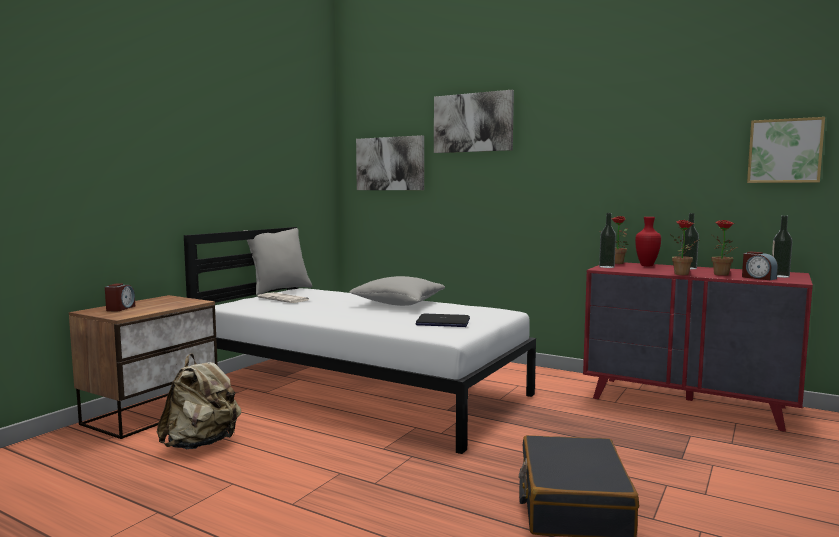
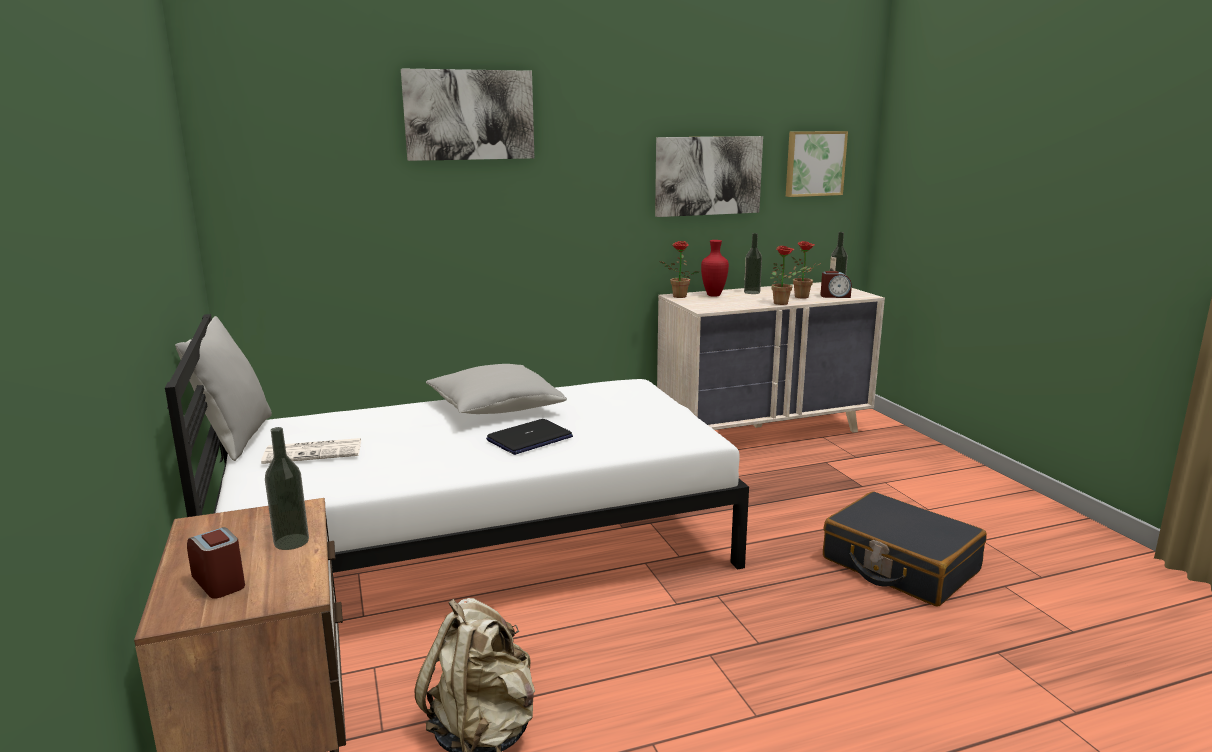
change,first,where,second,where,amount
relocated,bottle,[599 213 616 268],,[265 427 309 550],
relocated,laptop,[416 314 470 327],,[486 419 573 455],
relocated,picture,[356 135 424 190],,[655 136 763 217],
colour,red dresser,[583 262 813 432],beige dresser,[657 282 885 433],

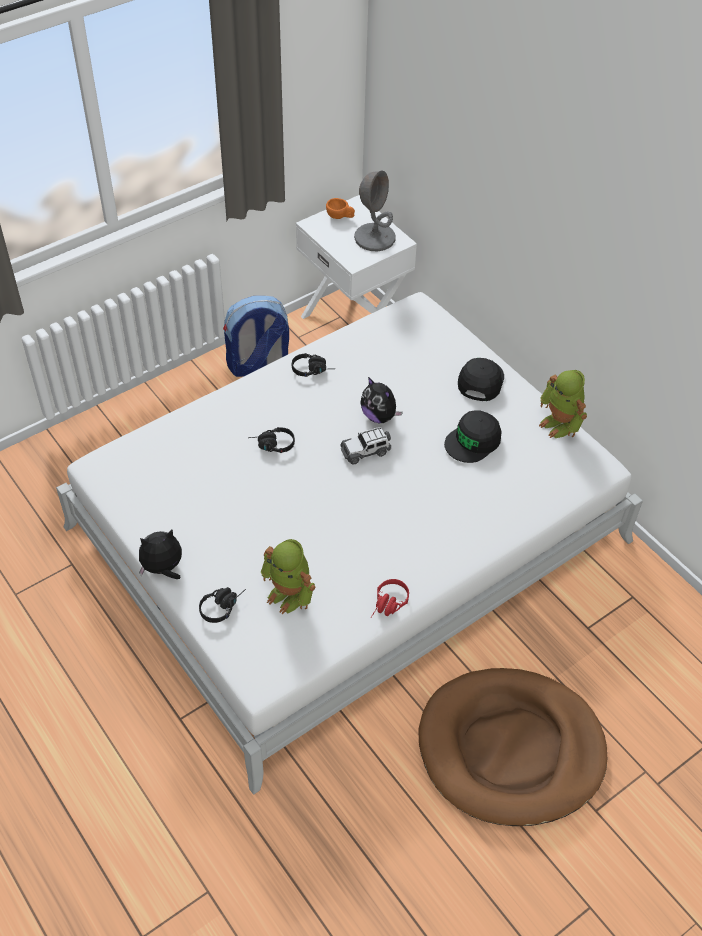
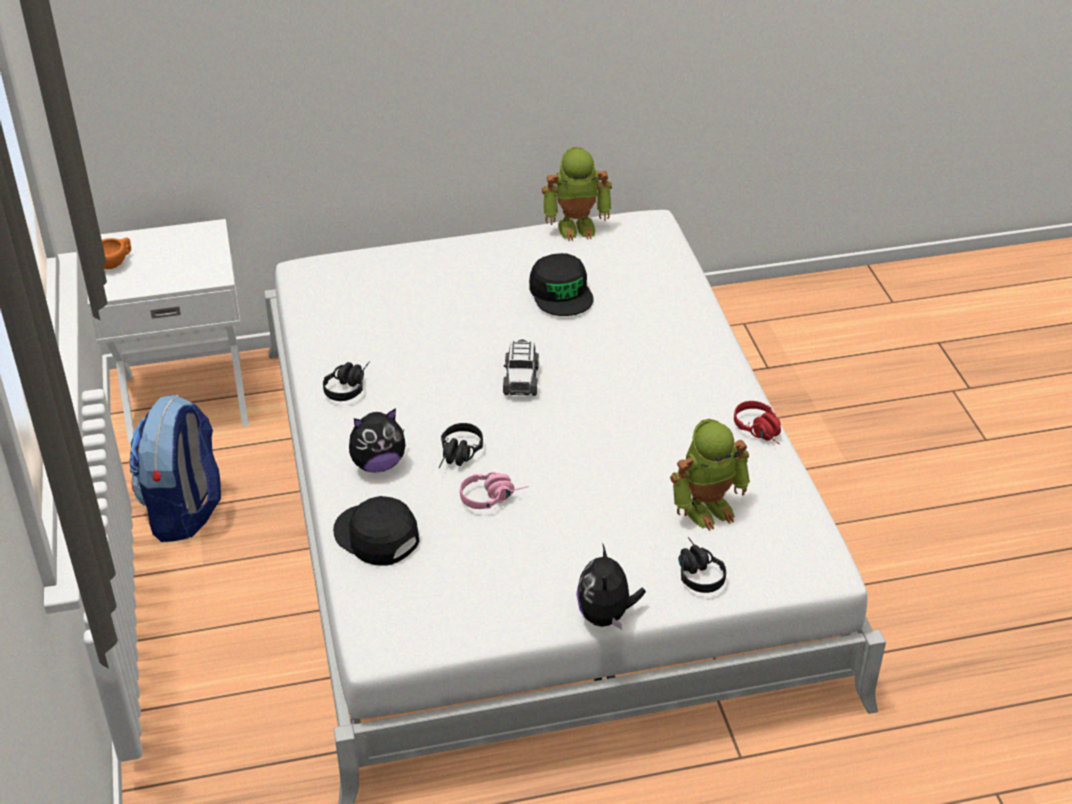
change,first,where,second,where,amount
relocated,black cap,[458 358 504 401],,[333 496 419 566],
relocated,plush toy,[360 377 403 423],,[349 408 406 473],
appeared,,,pink headphones,[460 472 529 509],
missing,grey table lamp,[354 170 396 251],,,
missing,brown dog bed,[418 668 607 826],,,

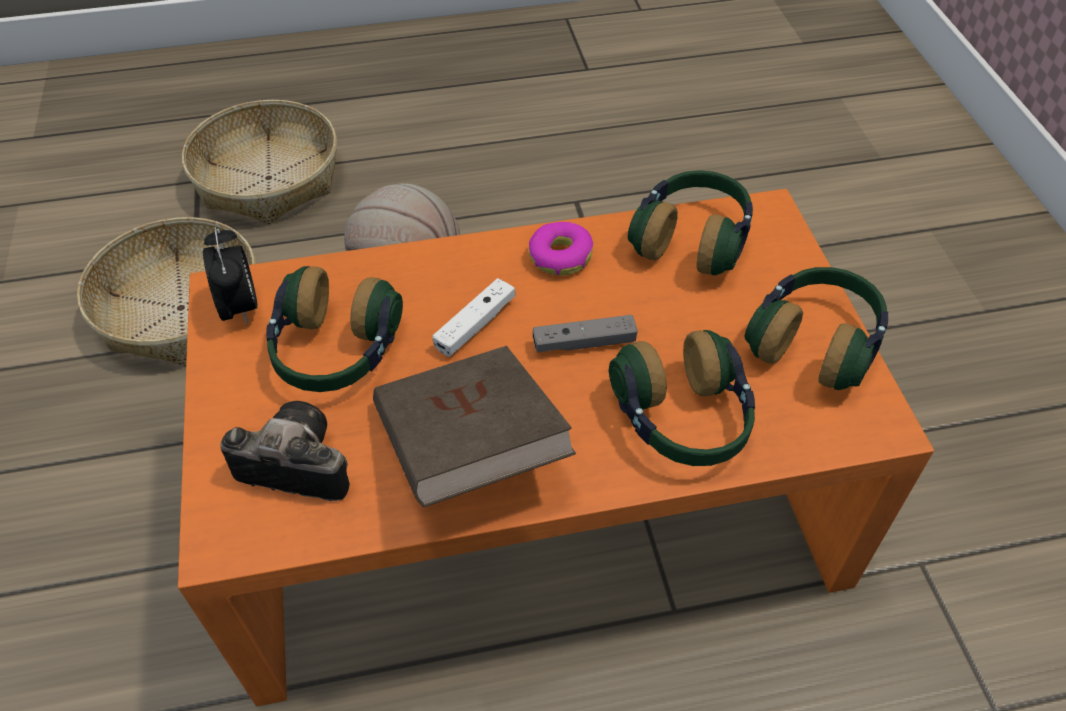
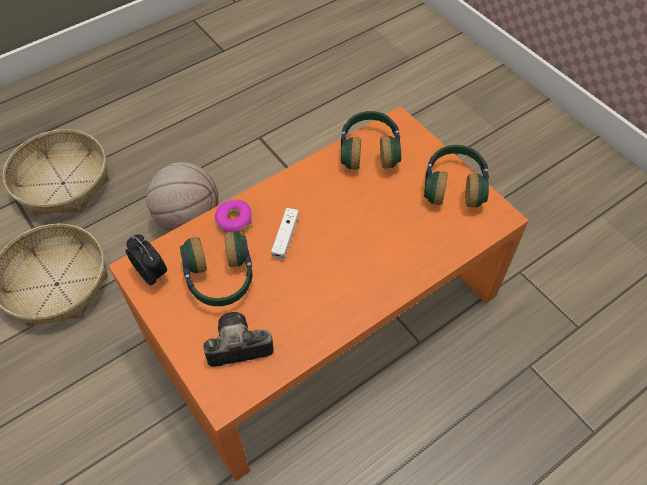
change,first,where,second,where,amount
relocated,donut,[529 222 593 276],,[215 200 252 233],
missing,brown book,[373 346 576 507],,,
missing,grey game controller,[533 315 638 353],,,
missing,headphones,[609 330 755 466],,,

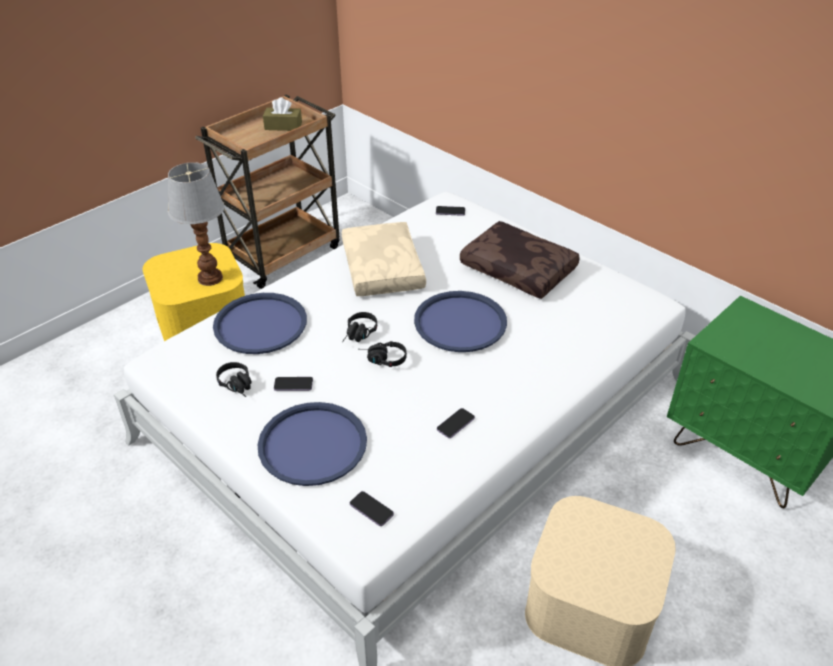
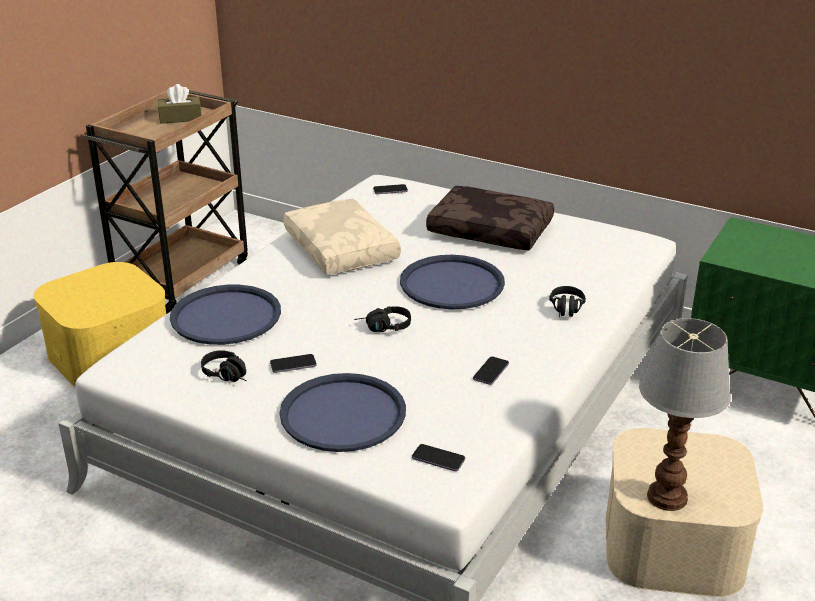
change,first,where,second,where,amount
relocated,black headphones,[342 312 377 342],,[549 286 586 317],
relocated,table lamp,[168 162 225 286],,[639 318 731 511],

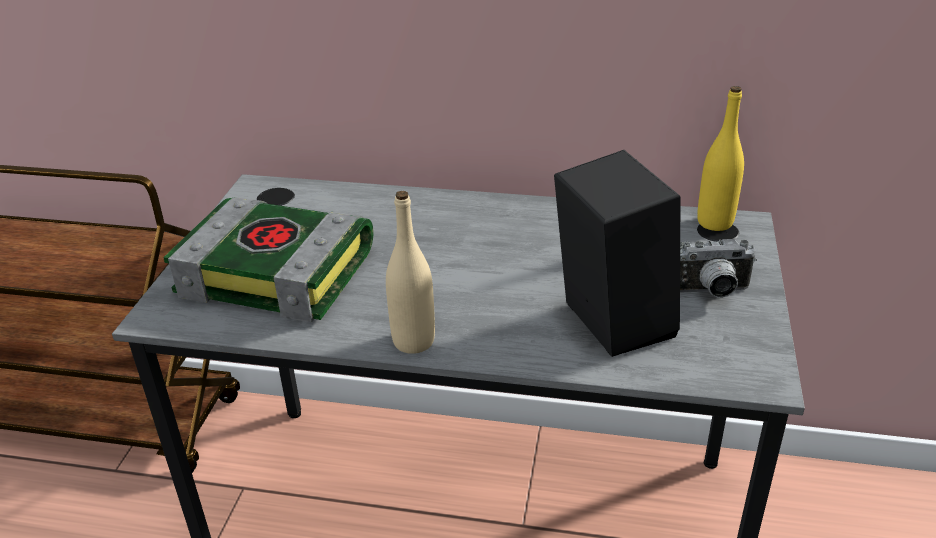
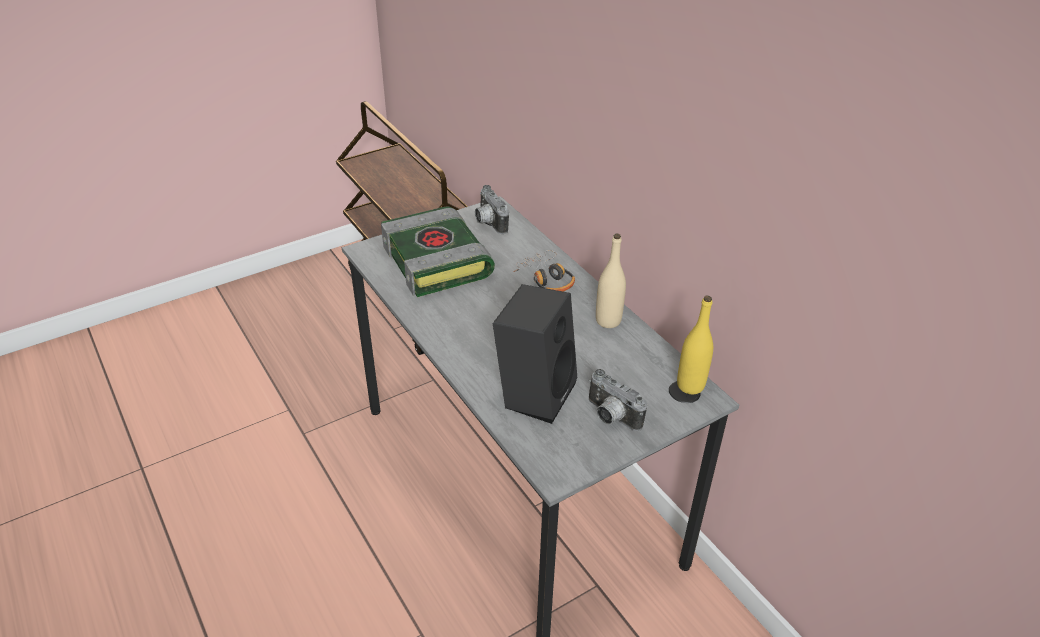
change,first,where,second,where,amount
appeared,,,photo camera,[475 185 509 234],
appeared,,,headphones,[513 250 575 292],
relocated,beige bottle,[386 191 435 354],,[596 233 626 328],

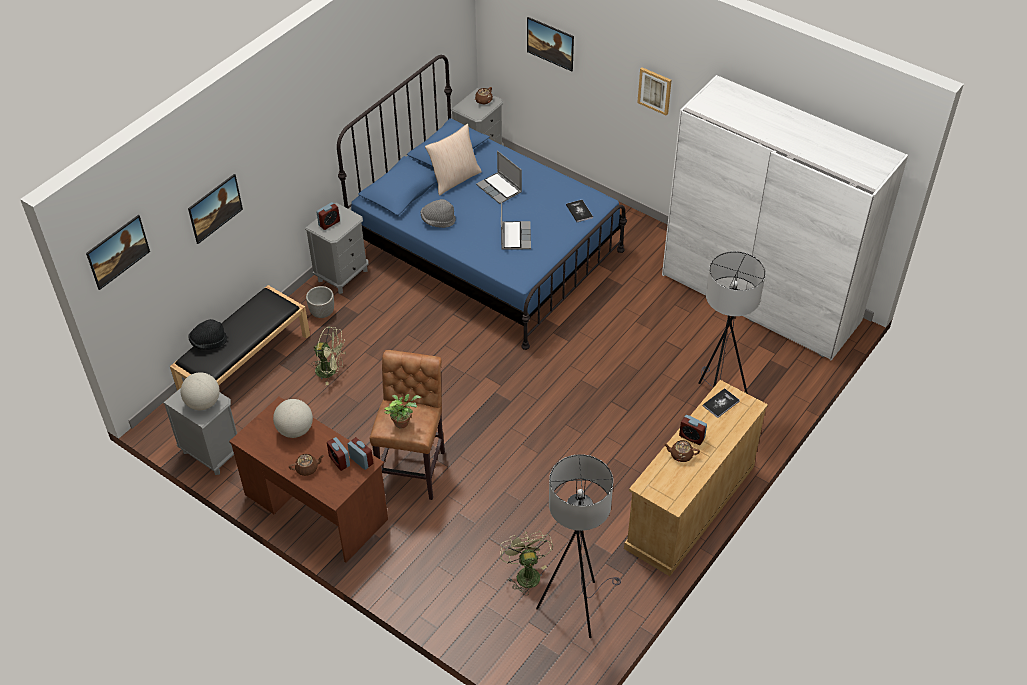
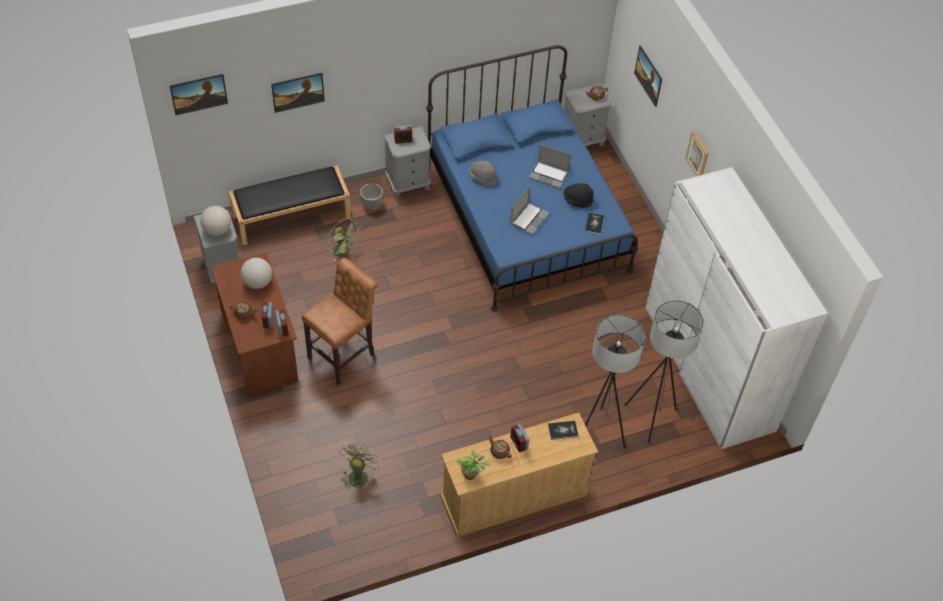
change,first,where,second,where,amount
relocated,potted plant,[384 394 421 429],,[456 450 490 480],
spun,laptop,[476 151 522 204],,[529 144 571 189],60 degrees counterclockwise
relocated,black hat,[188 319 227 350],,[564 183 593 208],
relocated,grey floor lamp,[536 454 621 638],,[625 300 704 443],
missing,beige pillow,[425 124 482 196],,,

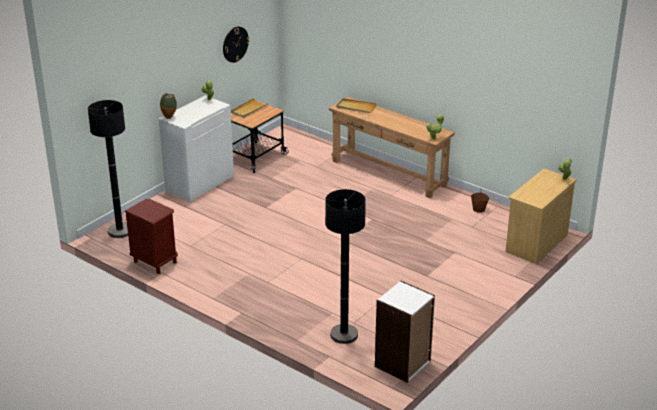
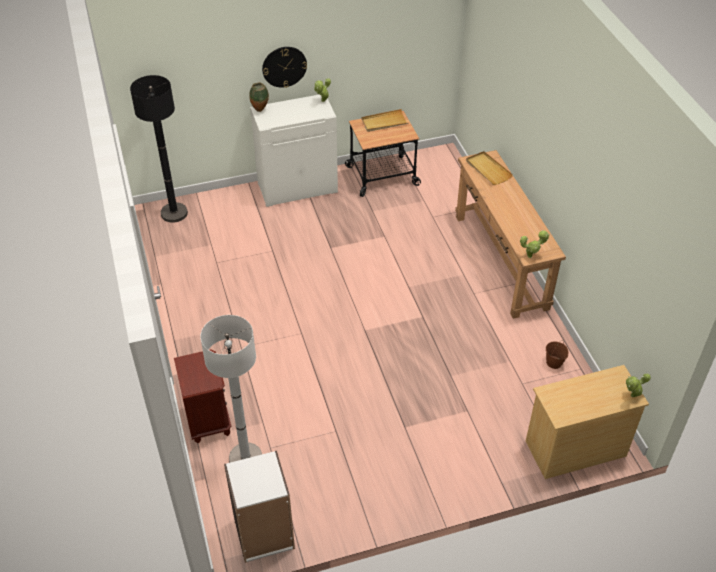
change,first,where,second,where,amount
relocated,brown nightstand,[125 199 178 274],,[174 350 231 443],
colour,black floor lamp,[325 189 366 344],white floor lamp,[200 315 262 463],
relocated,wall clock,[223 27 249 63],,[262 47 307 88],

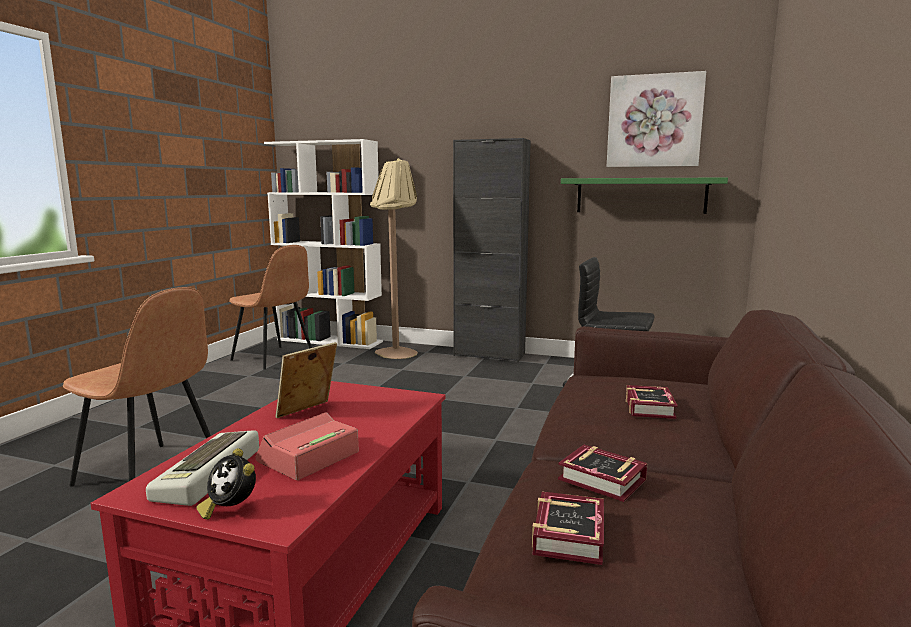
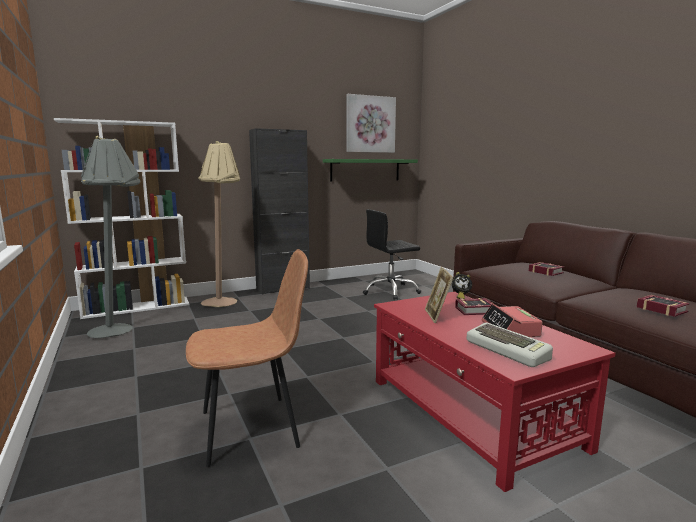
change,first,where,second,where,amount
exchanged,brown chair,[229 245 312 370],grey floor lamp,[81 136 141 338],
relocated,alarm clock,[196 448 256 519],,[452 272 472 299],
relocated,book,[558 445 647 502],,[455 298 494 315],

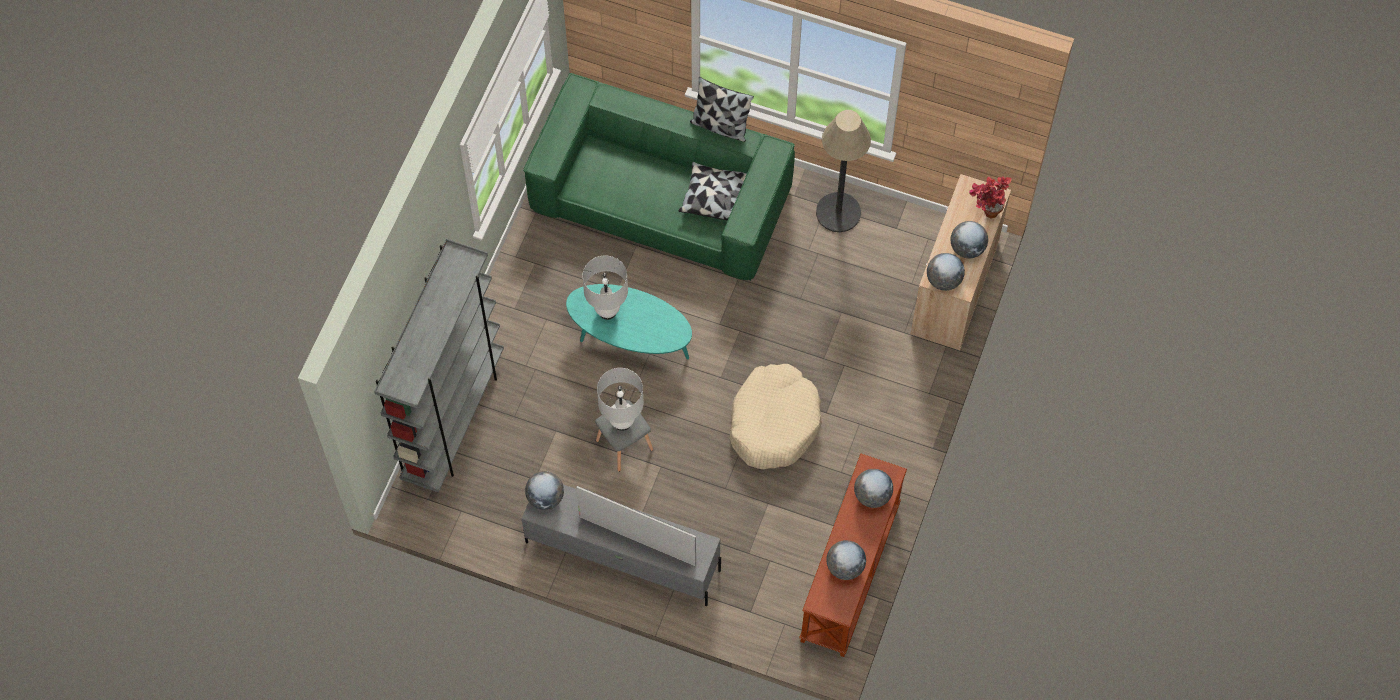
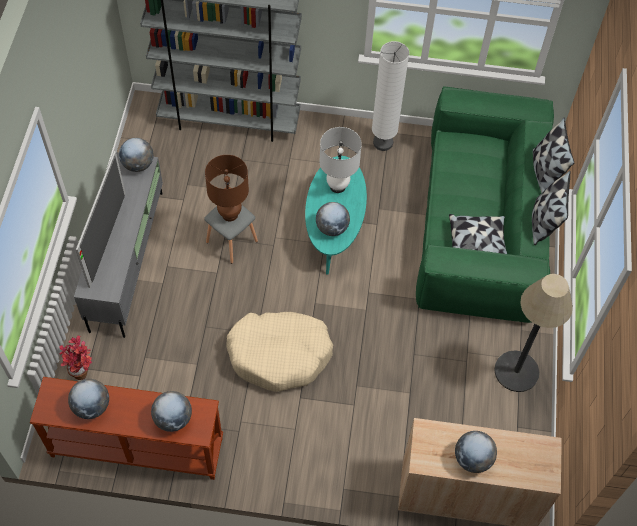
change,first,where,second,where,amount
relocated,potted plant,[969 177 1012 218],,[59 336 92 380],
colour,white table lamp,[597 368 644 431],brown table lamp,[205 155 249 221],
relocated,globe,[927 253 965 291],,[316 202 350 236],
appeared,,,white floor lamp,[372 41 409 151],
appeared,,,pillow,[533 118 574 193],

